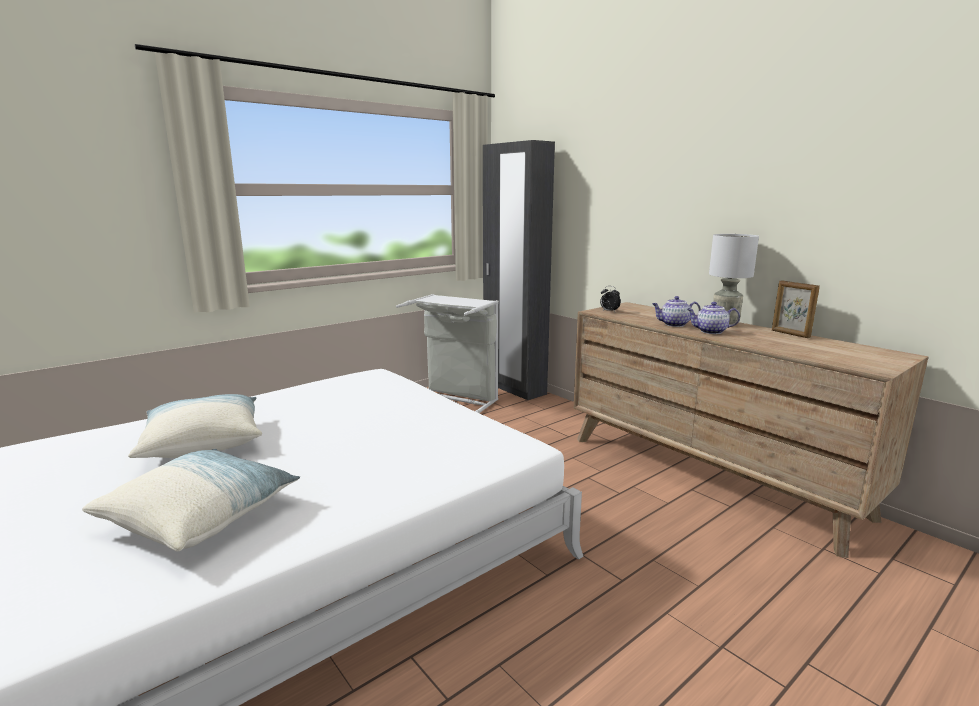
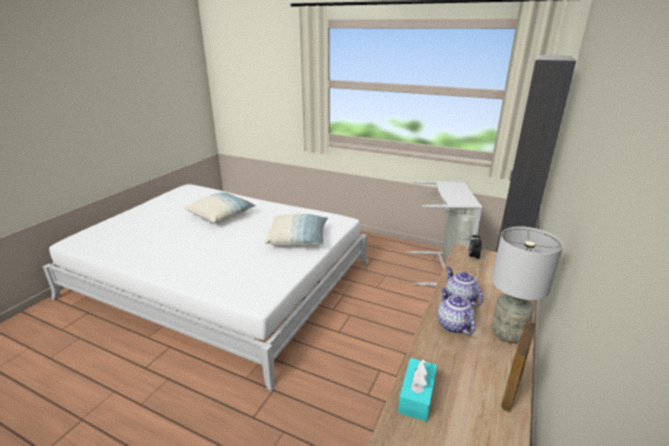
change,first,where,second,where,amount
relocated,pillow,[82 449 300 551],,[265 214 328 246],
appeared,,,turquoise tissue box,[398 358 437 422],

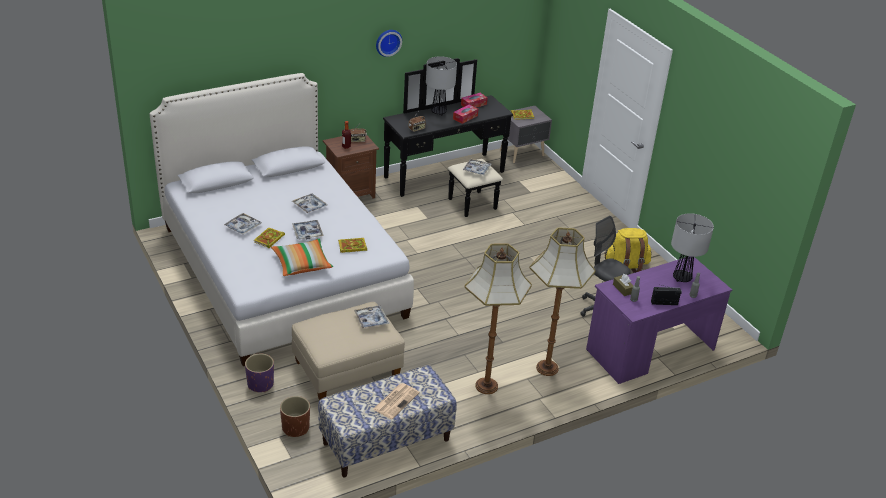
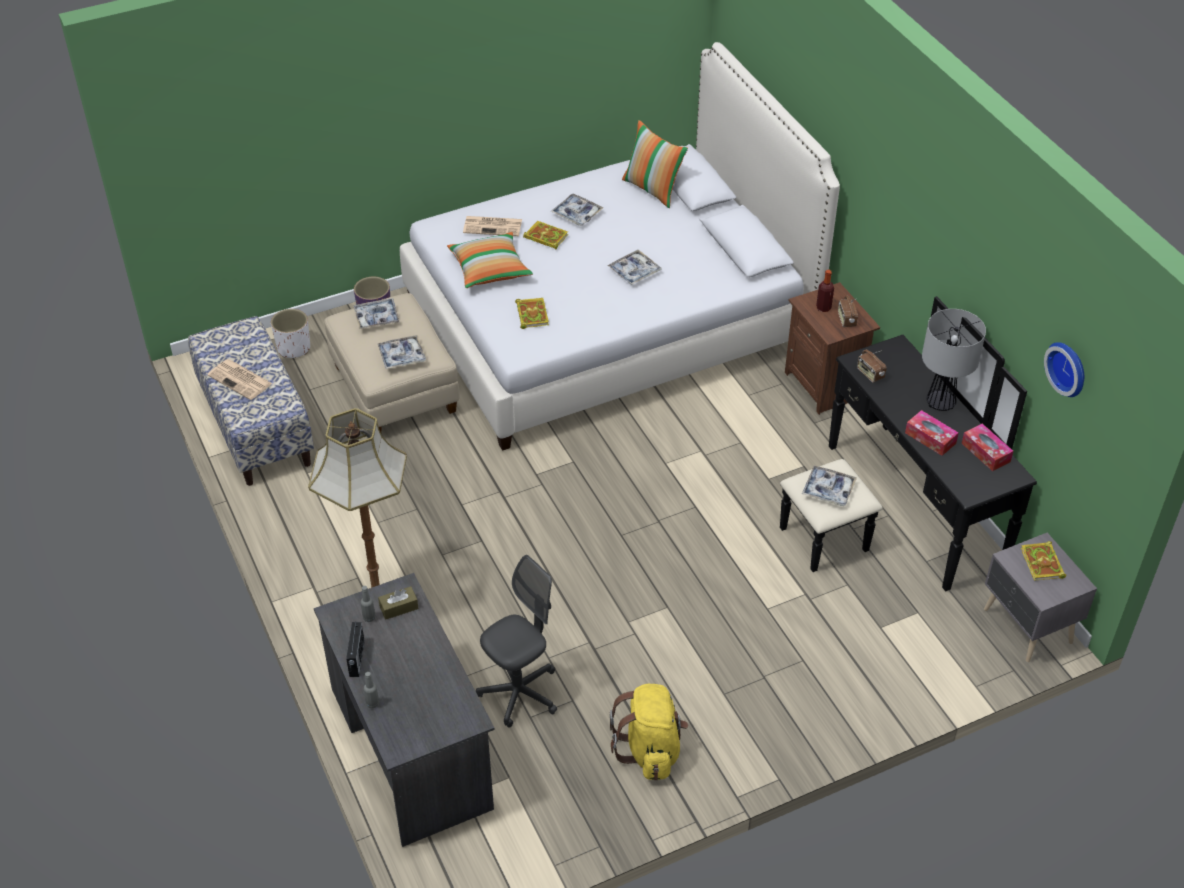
change,first,where,second,where,amount
colour,brown planter,[280 396 310 437],white planter,[271 309 310 358],
colour,purple desk,[586 257 732 384],grey desk,[314 573 495 847],
relocated,tray,[292 220 324 240],,[354 298 399 329],
appeared,,,newspaper,[463 216 522 236],
appeared,,,pillow,[622 120 688 208],
relocated,wall clock,[376 30 402 57],,[1044 342 1084 397],
missing,floor lamp,[464 243 532 394],,,
missing,table lamp,[671 213 714 282],,,

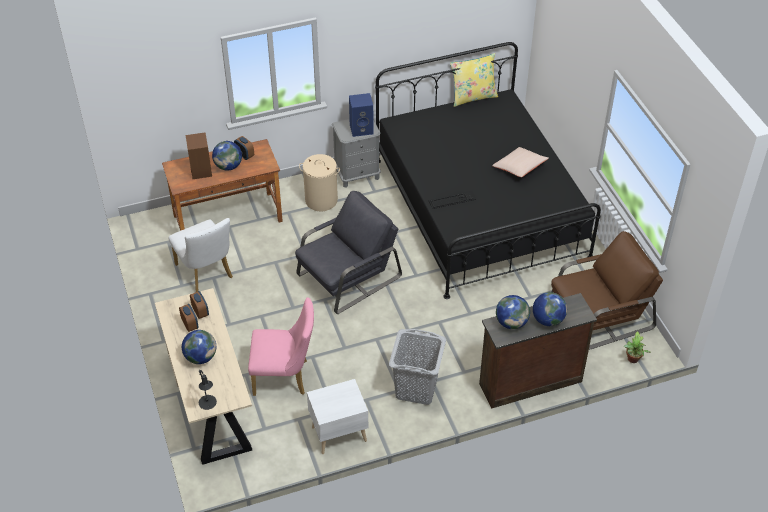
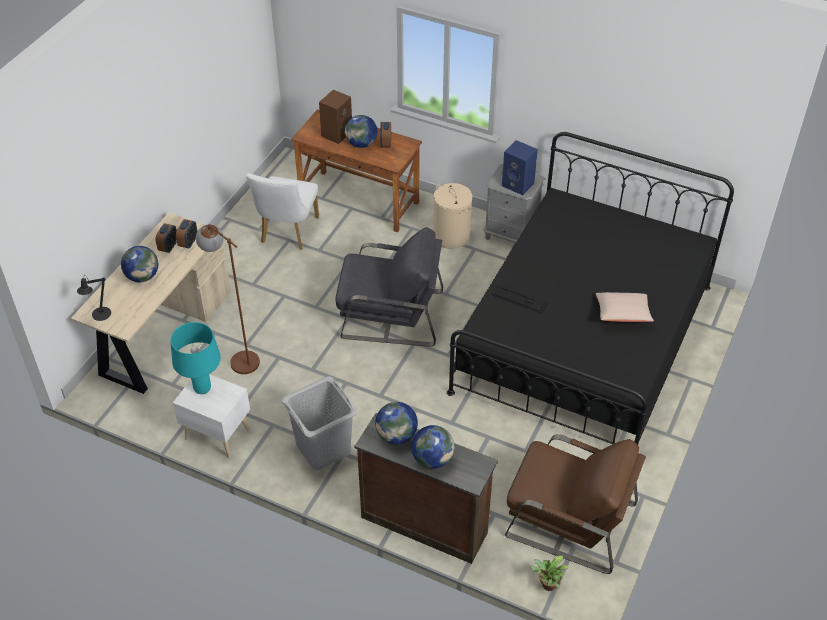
change,first,where,second,where,amount
appeared,,,turquoise table lamp,[170 322 221 394],
exchanged,pink chair,[248 297 314 396],brown floor lamp,[196 224 260 374],
missing,yellow pillow,[450 53 498 107],,,

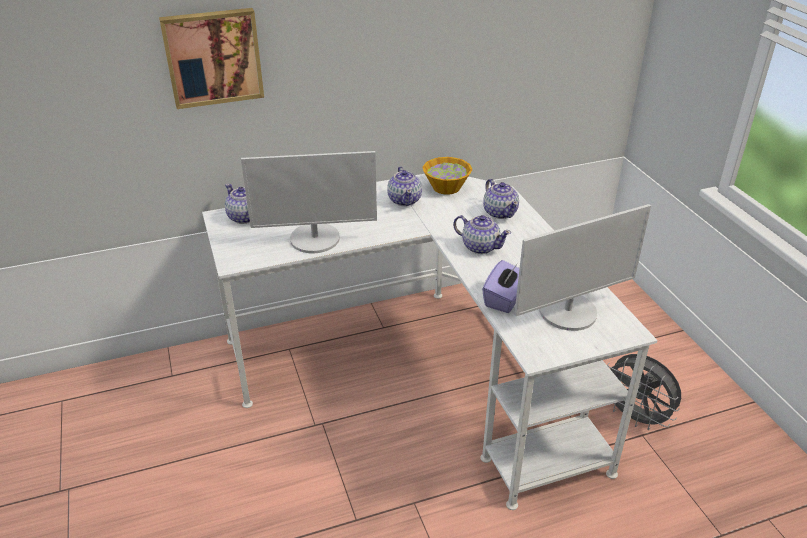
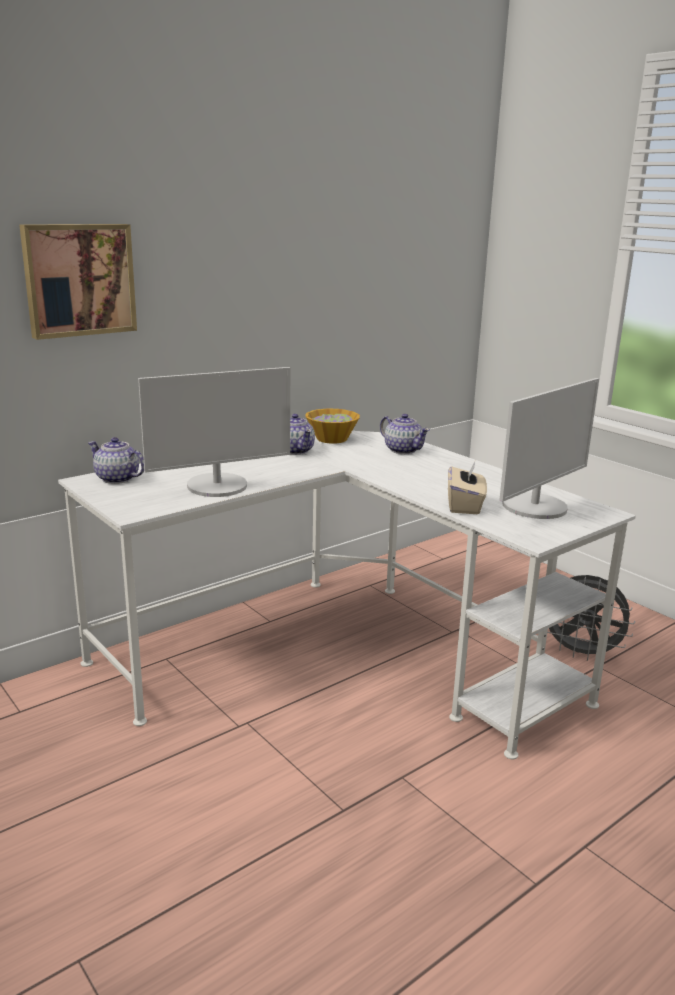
change,first,where,second,where,amount
colour,purple tissue box,[482 260 520 313],beige tissue box,[448 462 487 514],
missing,teapot,[453 215 511 254],,,

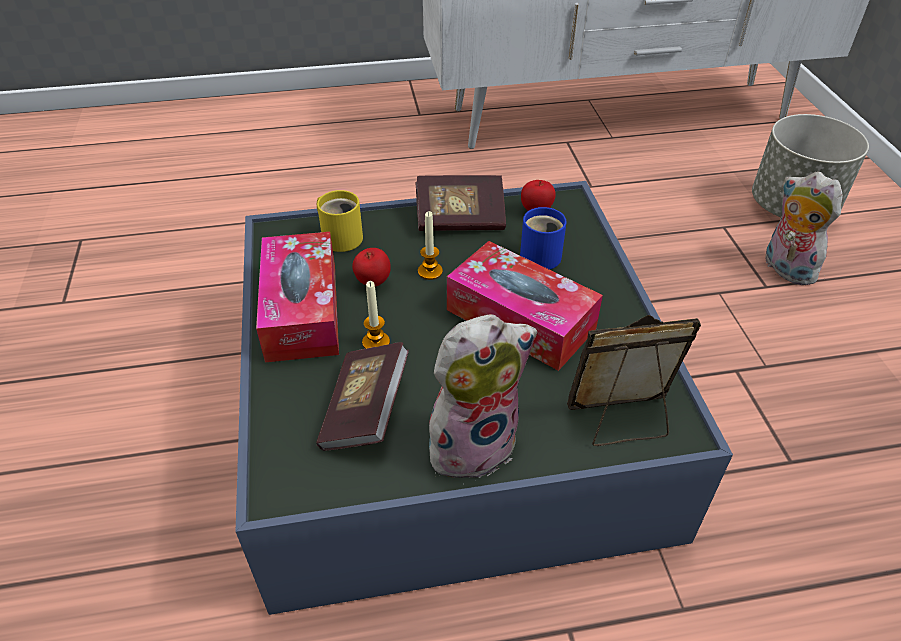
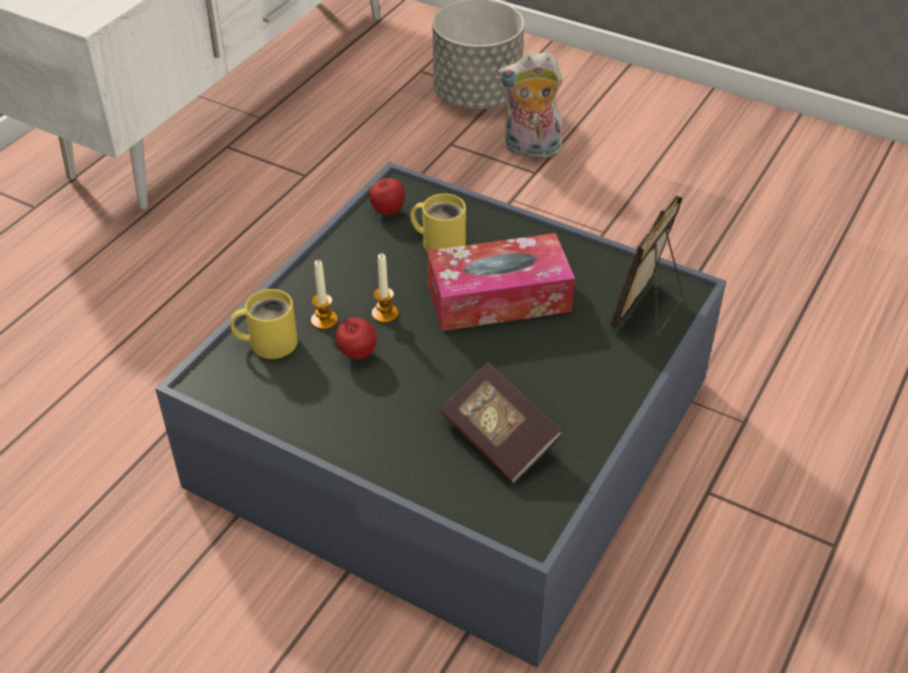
change,first,where,second,where,amount
relocated,candle,[362 281 390 349],,[311 260 338 330],
colour,blue mug,[520 207 567 270],yellow mug,[410 193 466 251],
missing,tissue box,[256 232 339 363],,,
missing,book,[415 175 506 231],,,
missing,plush toy,[429 314 537 482],,,

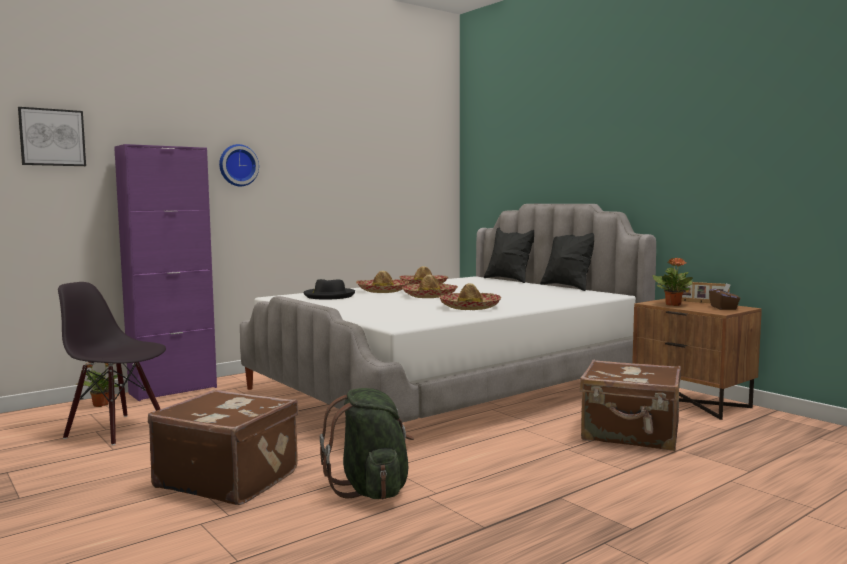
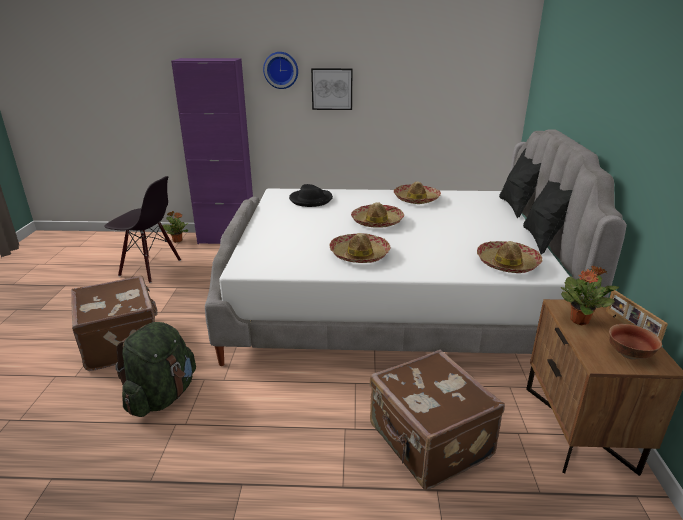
change,first,where,second,where,amount
spun,black chair,[58 282 166 445],,[105 176 181 283],135 degrees clockwise
relocated,picture,[18 107 86 166],,[311 68 353 110],
relocated,hat,[356 271 409 293],,[477 241 542 273],
exchanged,brown tissue box,[709 283 740 310],bowl,[609 324 662 360],

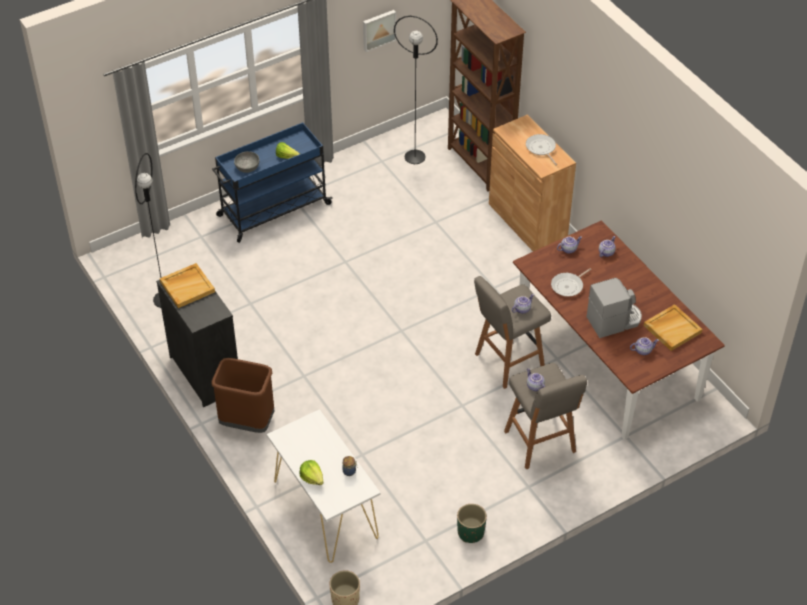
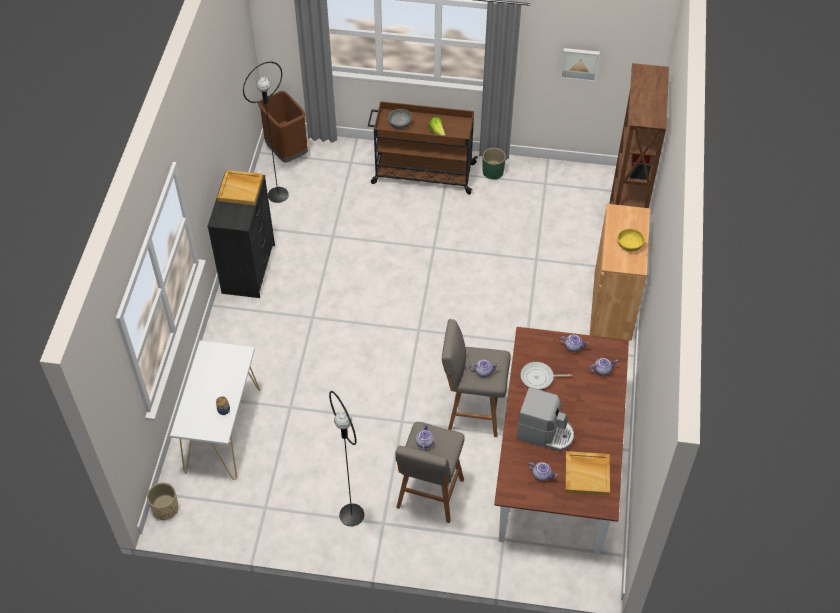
change,first,where,second,where,amount
relocated,brown trash can,[211 358 275 433],,[258 91 308 163],
relocated,black floor lamp,[394 16 438 164],,[329 391 364 526],
colour,blue cart,[212 122 333 243],brown cart,[368 101 478 195],
relocated,green planter,[457 504 487 543],,[482 148 506 180],
exchanged,frying pan,[526 134 557 165],yellow bowl,[617 228 645 252],
missing,lettuce,[300 460 323 485],,,

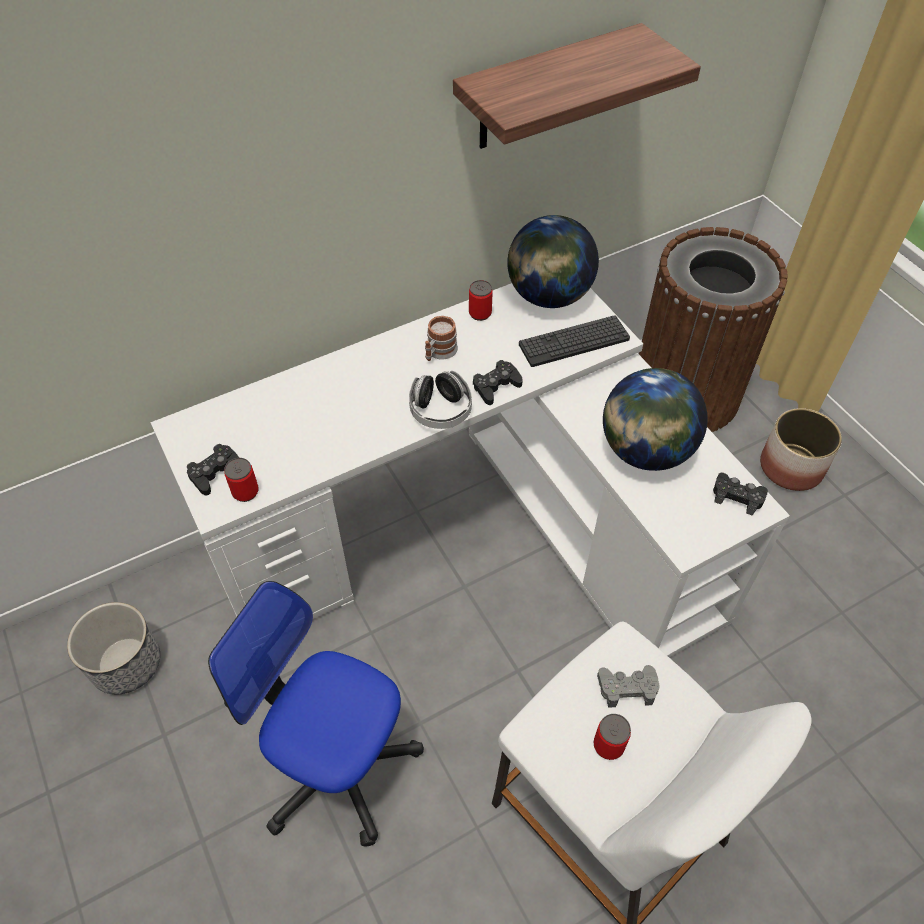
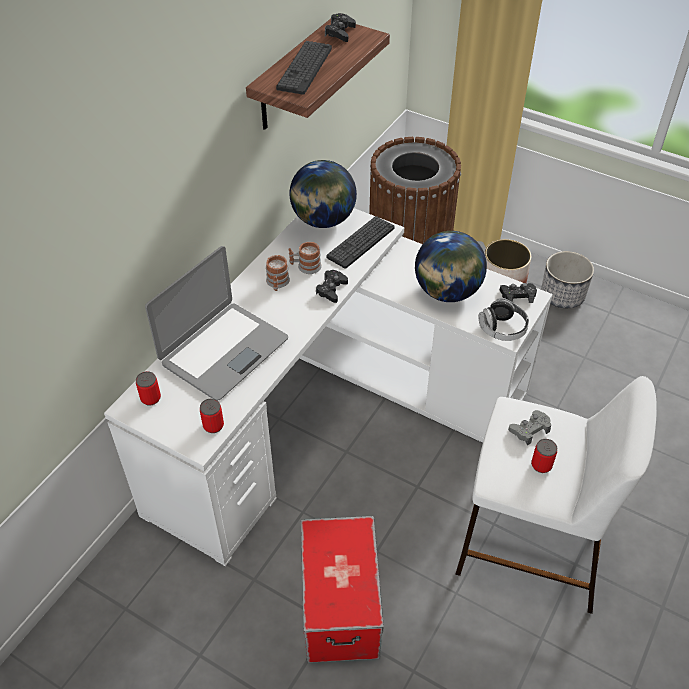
change,first,where,second,where,amount
relocated,can,[469 280 493 321],,[136 371 161 406],
appeared,,,laptop,[145 246 288 401],
appeared,,,keyboard,[276 41 332 95],
appeared,,,mug,[289 242 322 274],
exchanged,office chair,[208 581 424 846],storage box,[301 516 384 663],
relocated,black game controller,[187 444 240 495],,[325 13 356 42],
relocated,headphones,[409 371 472 429],,[479 298 529 341],
relocated,planter,[67 602 160 694],,[541 251 594 308],

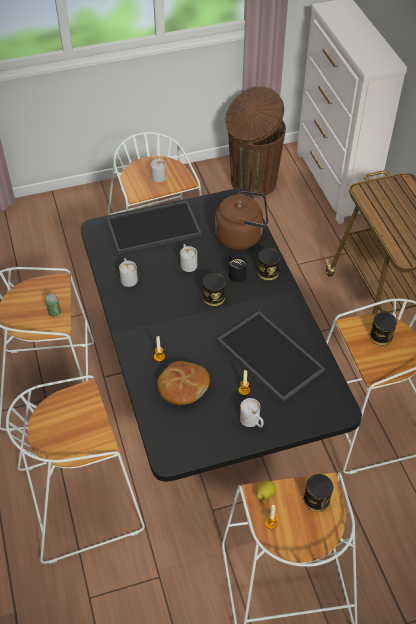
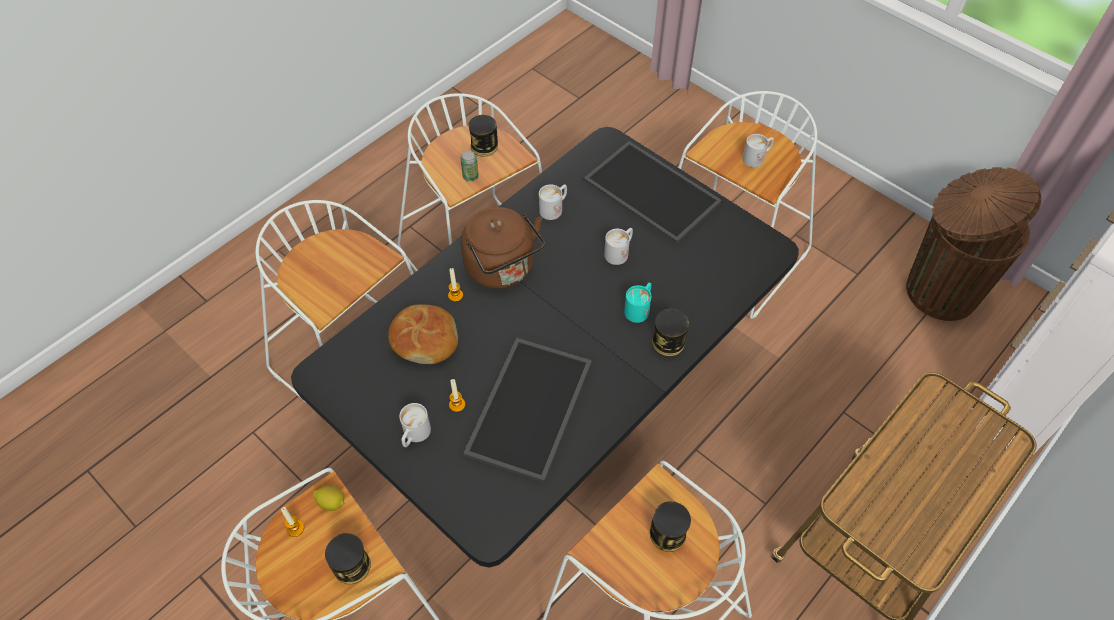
change,first,where,second,where,amount
relocated,brown kettle,[215 190 268 250],,[461 207 545 289],
relocated,can,[203 273 225 306],,[468 115 498 156],
colour,black mug,[229 255 247 283],turquoise mug,[624 283 651 323],

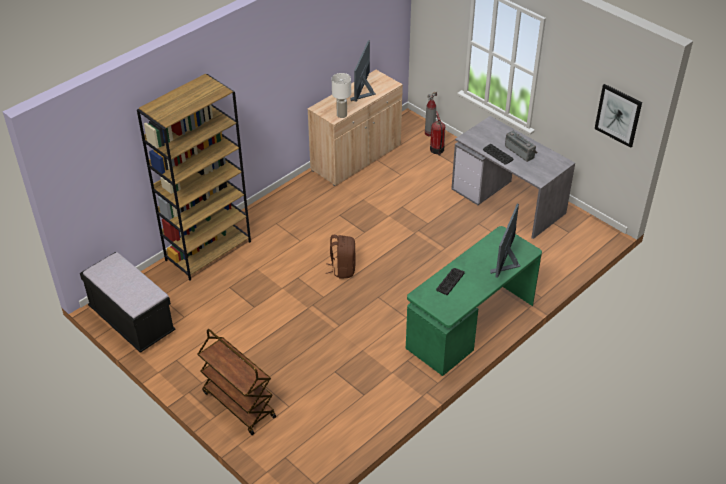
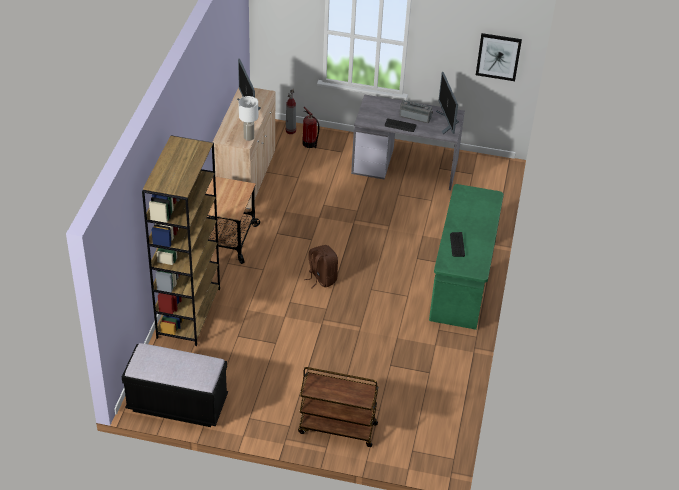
change,first,where,second,where,amount
appeared,,,cart,[205 176 260 264],
relocated,monitor,[490 204 520 277],,[436 72 459 134],

